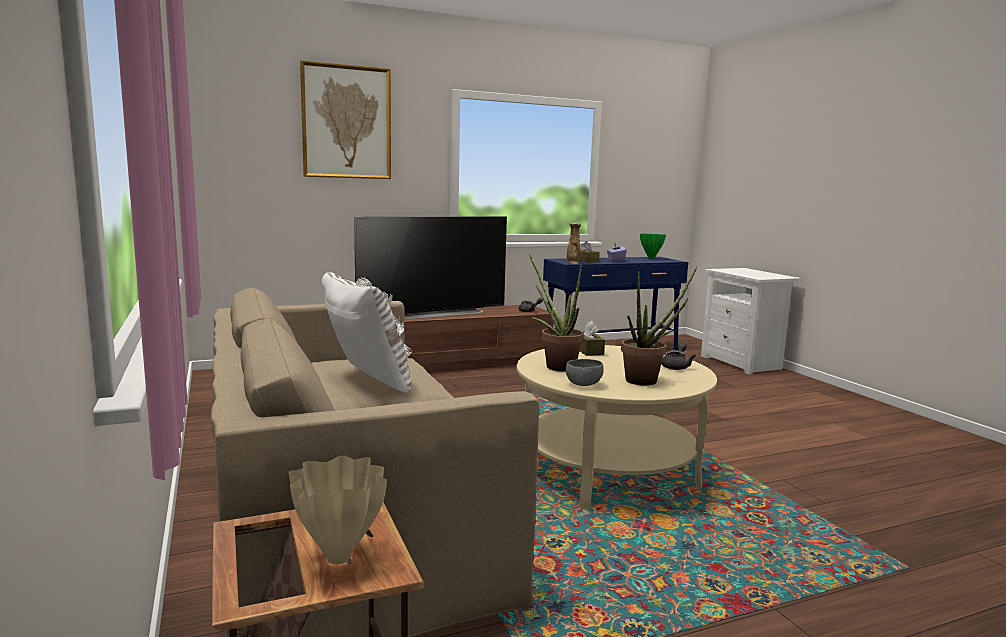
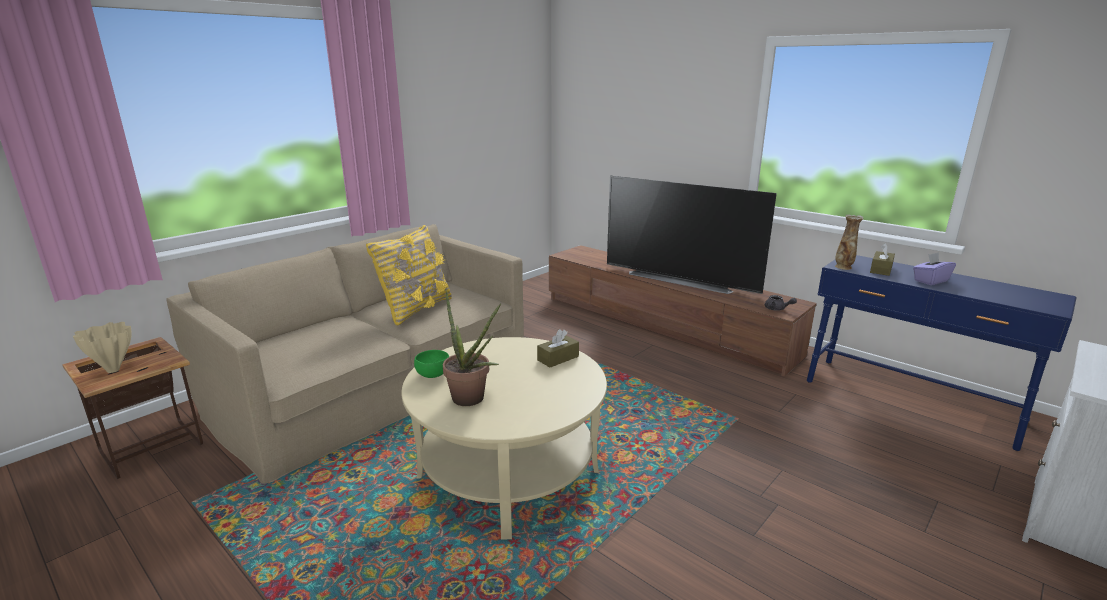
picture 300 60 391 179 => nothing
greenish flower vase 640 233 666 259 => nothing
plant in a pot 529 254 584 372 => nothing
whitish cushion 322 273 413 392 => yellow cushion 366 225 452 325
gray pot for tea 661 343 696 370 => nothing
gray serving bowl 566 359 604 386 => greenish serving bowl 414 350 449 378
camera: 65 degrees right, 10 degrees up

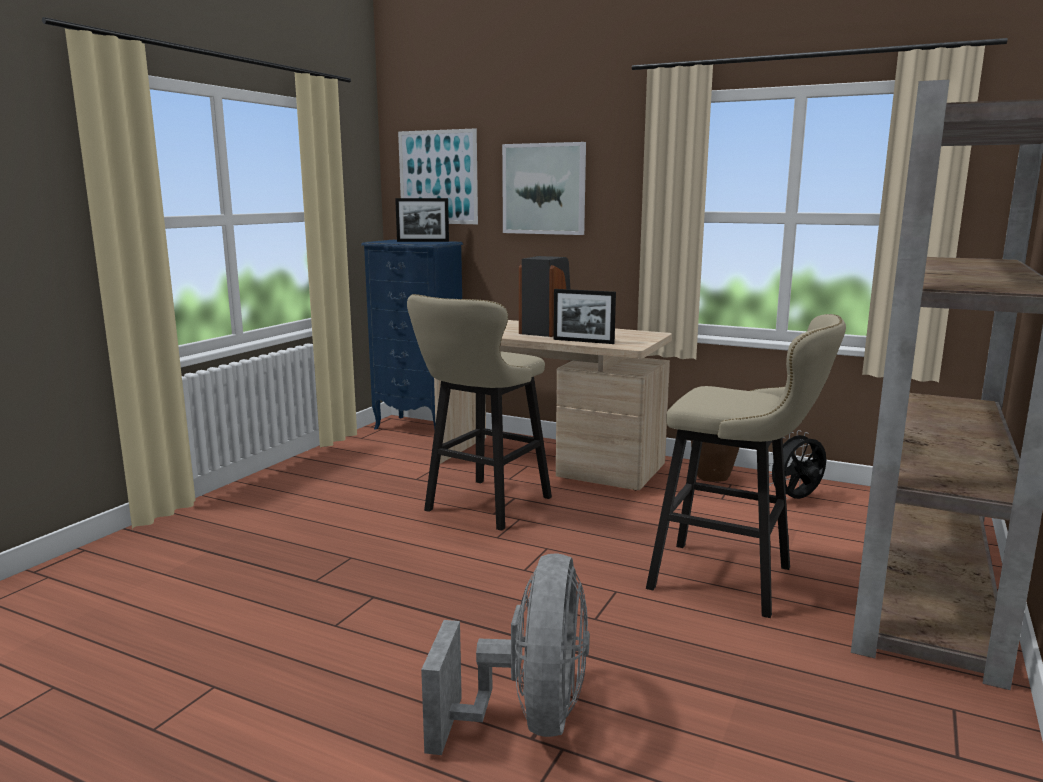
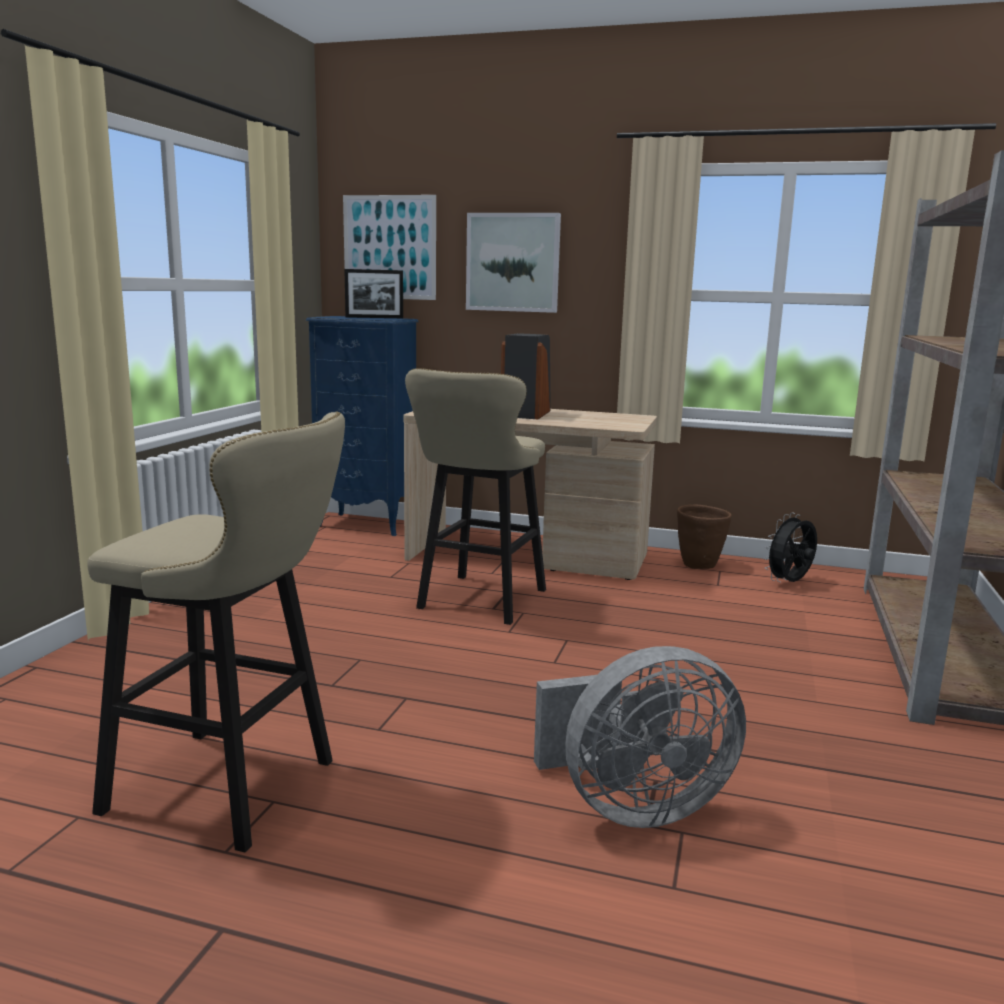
picture frame 553 289 616 344 => nothing
beige-coloured stool seat 646 314 846 618 => beige-coloured stool seat 87 412 345 853, moved
gray electric fan 421 553 590 755 => gray electric fan 534 646 746 828, 75 degrees clockwise
camera: 10 degrees left, 0 degrees up

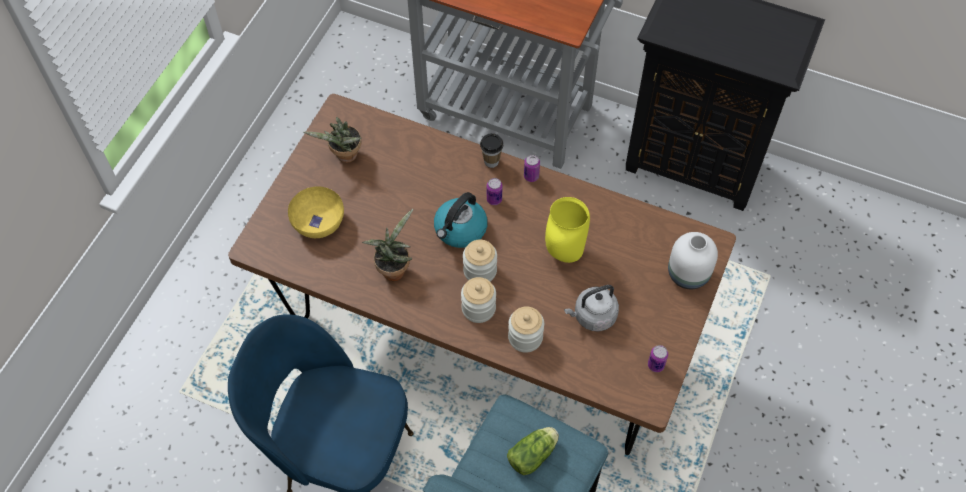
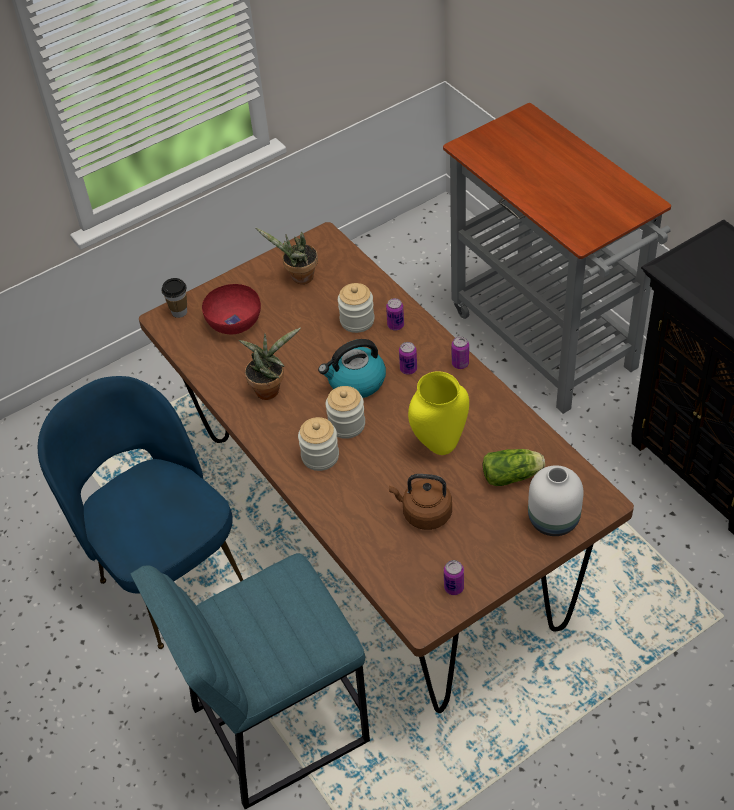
drinking cup 480 133 504 168 => drinking cup 162 278 187 318, moved
yellow serving bowl 288 186 344 238 => red serving bowl 202 284 261 334
gray water kettle 564 285 619 332 => brown water kettle 389 474 452 530
preserve jar 508 306 544 353 => preserve jar 338 283 375 333, moved
lettuce 507 427 559 475 => lettuce 483 449 545 486, moved
nothing => can 386 298 404 331
camera: 35 degrees right, 10 degrees down

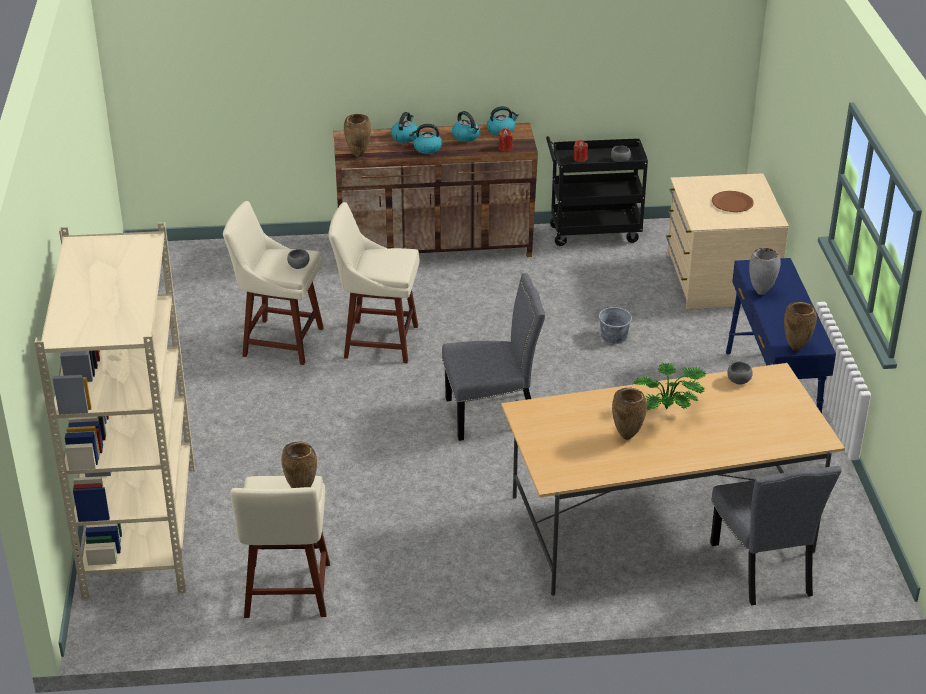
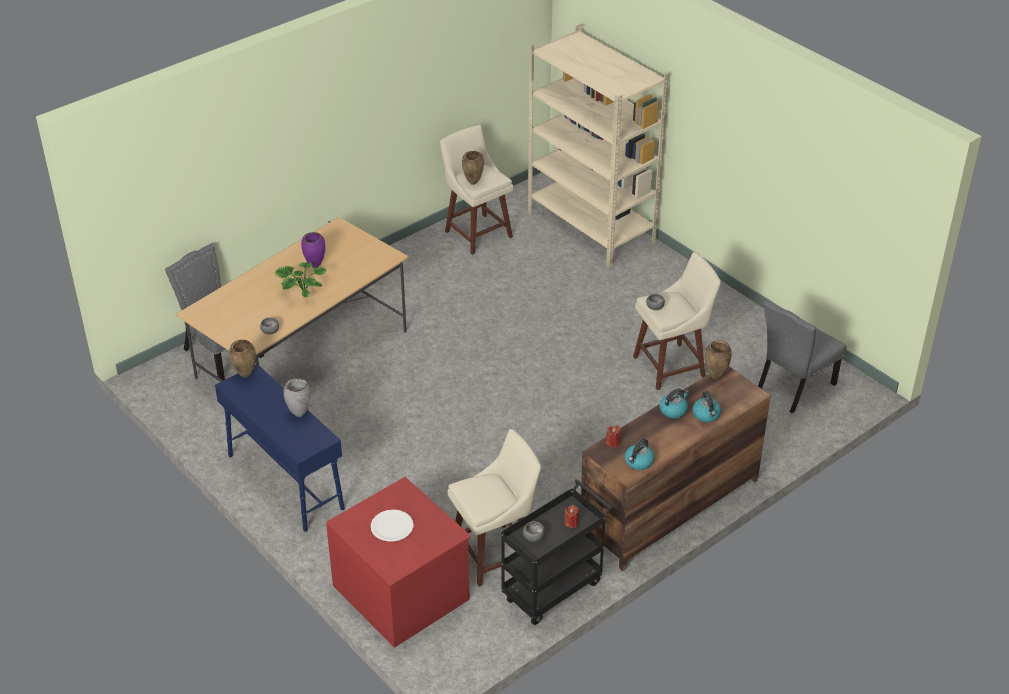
water kettle 452 111 480 142 => nothing
beige-coloured dresser 666 173 789 309 => red dresser 326 477 471 648
brown flat dish 712 191 754 212 => whitish flat dish 371 510 414 542
beige-coloured stool seat 328 202 420 364 => beige-coloured stool seat 448 429 541 587, moved
gray chair 442 273 545 441 => gray chair 758 301 847 413, moved
gray pail 599 302 632 344 => nothing
brown flower vase 612 388 647 440 => purple flower vase 301 232 325 268
camera: 145 degrees right, 5 degrees up

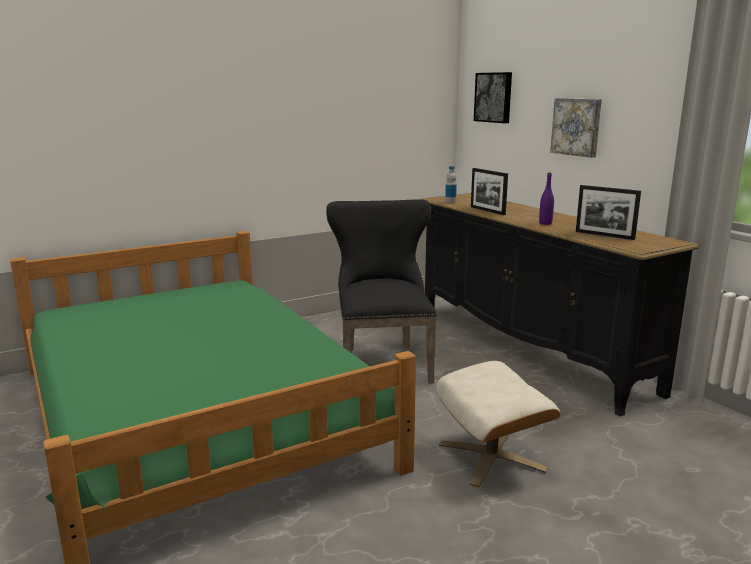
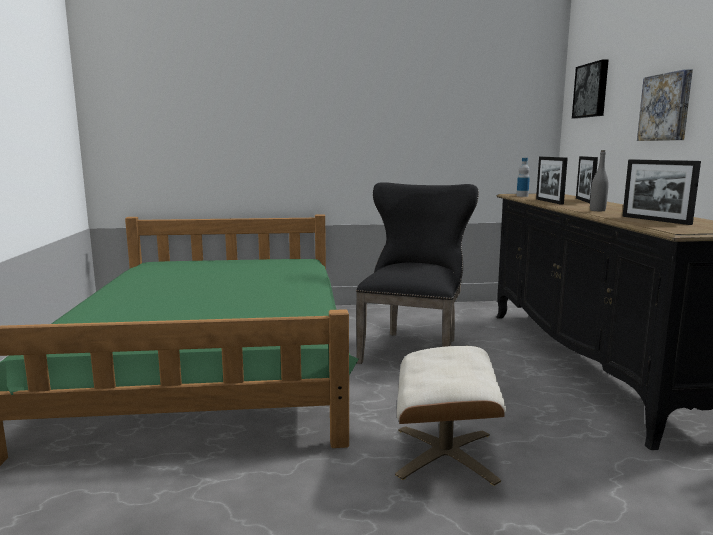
purple bottle 539 173 554 225 => gray bottle 590 150 609 211
nothing => picture frame 576 156 598 203
camera: 25 degrees right, 5 degrees down

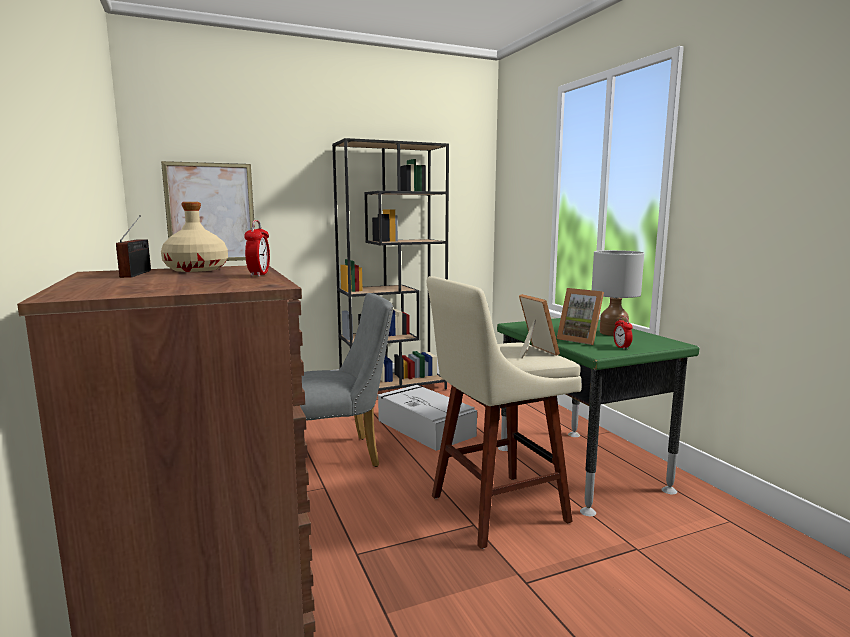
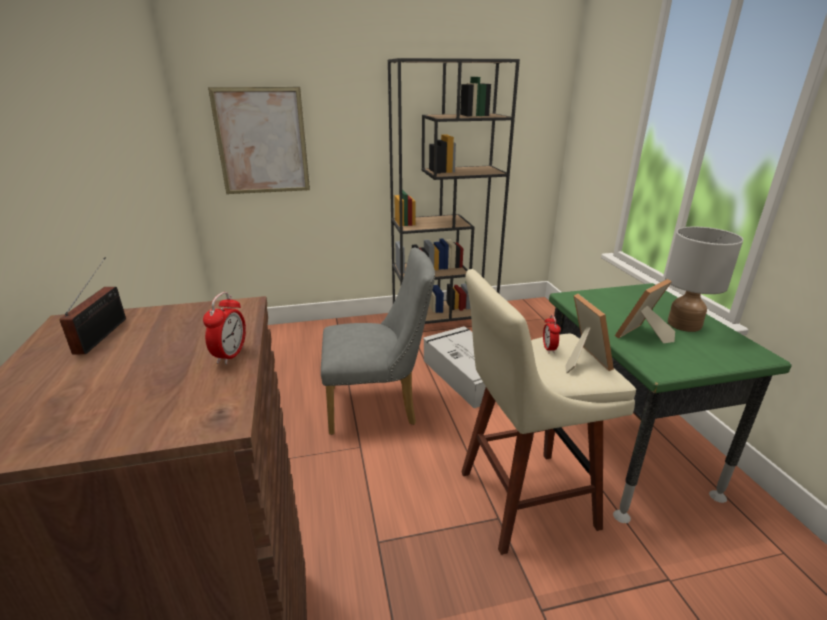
beige-coloured bottle 161 202 228 272 => nothing
picture frame 556 288 604 345 => picture frame 615 279 675 343, 90 degrees clockwise
bedside clock 613 316 633 349 => bedside clock 543 315 561 353, moved
camera: 10 degrees right, 15 degrees up

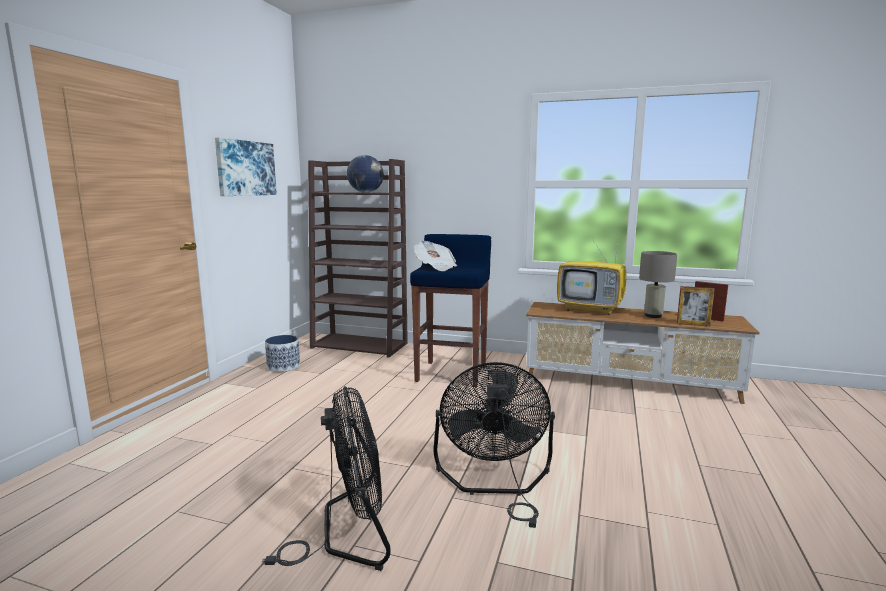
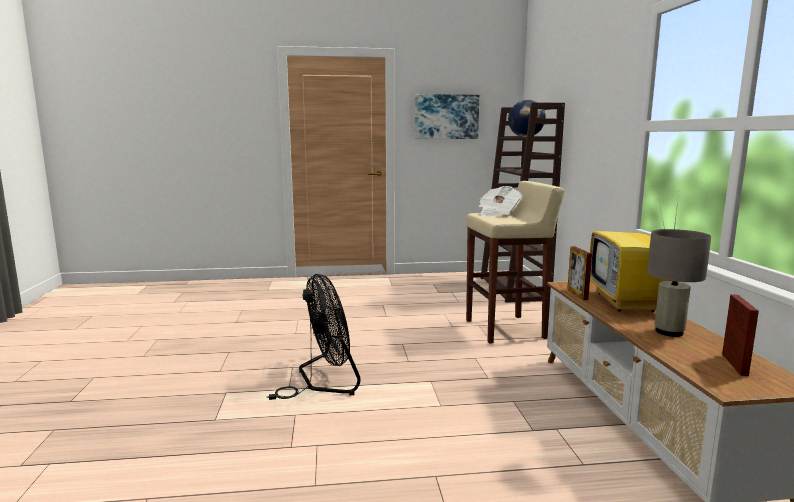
bluish stool seat 410 234 491 387 => beige-coloured stool seat 466 181 564 344
picture frame 677 286 715 327 => picture frame 567 246 592 300, moved
flower pot 265 335 300 372 => nothing
black electric fan 262 386 391 571 => nothing
camera: 65 degrees right, 0 degrees up

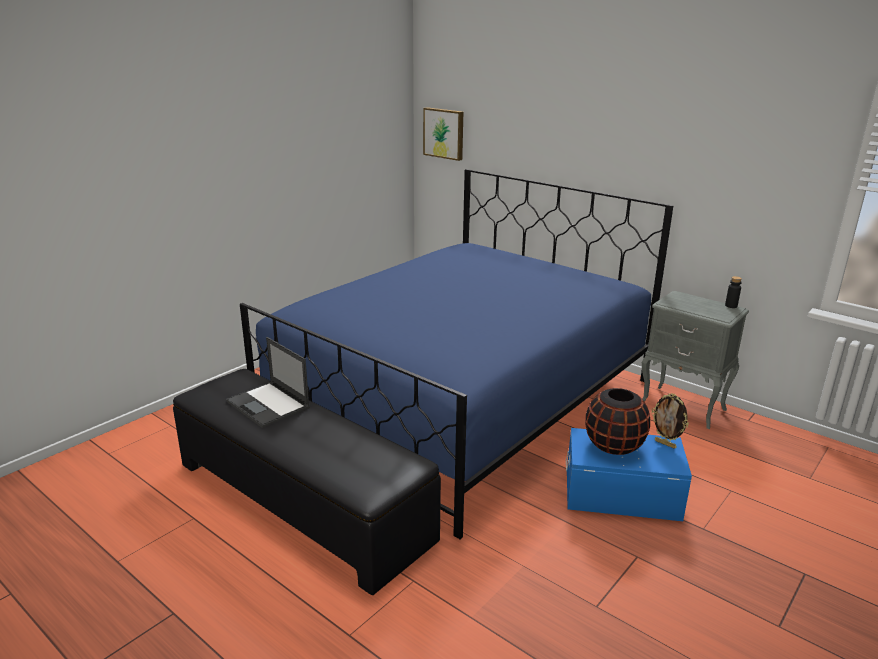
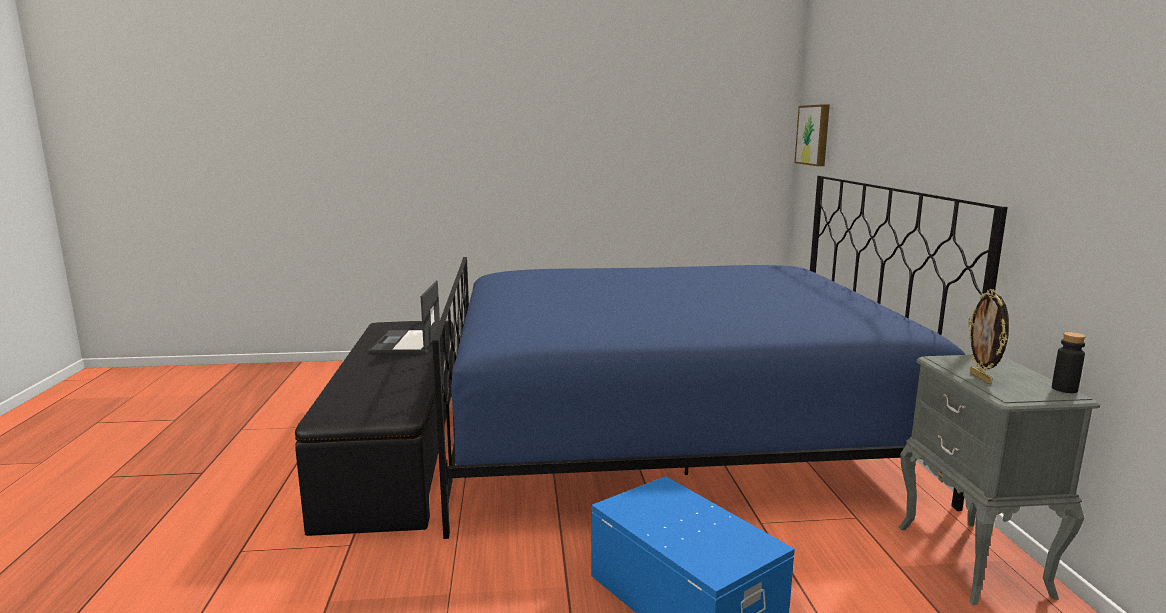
black flower vase 585 388 650 455 => nothing
picture frame 651 393 689 449 => picture frame 968 289 1009 384, moved
camera: 45 degrees right, 10 degrees down

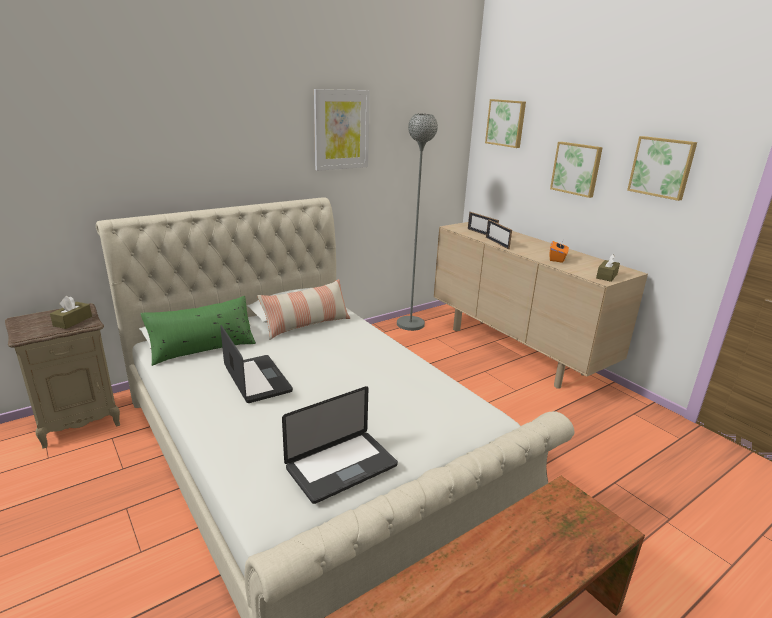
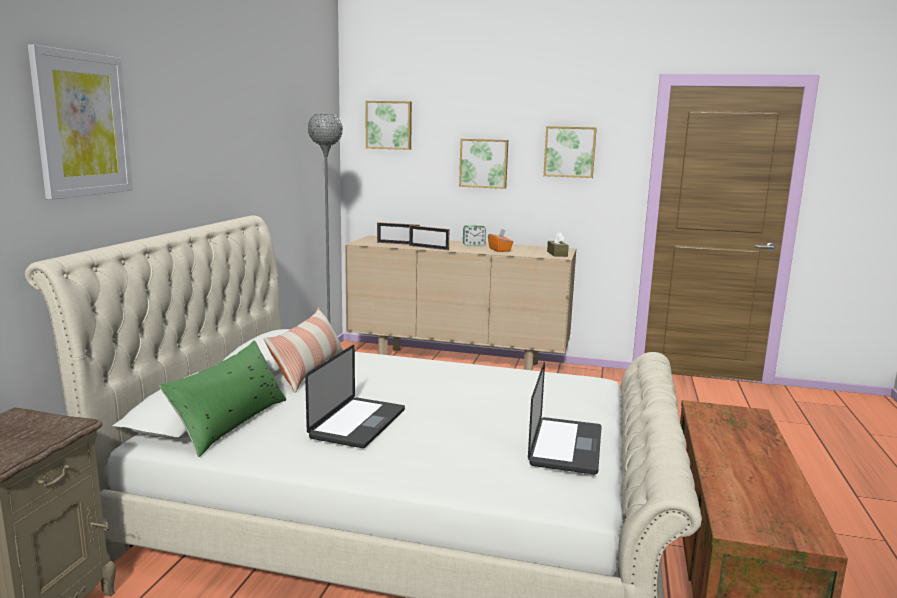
picture 314 89 370 171 => picture 28 44 133 200, moved
brown tissue holder 50 296 92 329 => nothing
laptop 220 325 293 403 => laptop 305 345 405 448, 90 degrees clockwise
nothing => bedside clock 463 225 486 246
camera: 40 degrees left, 10 degrees down

